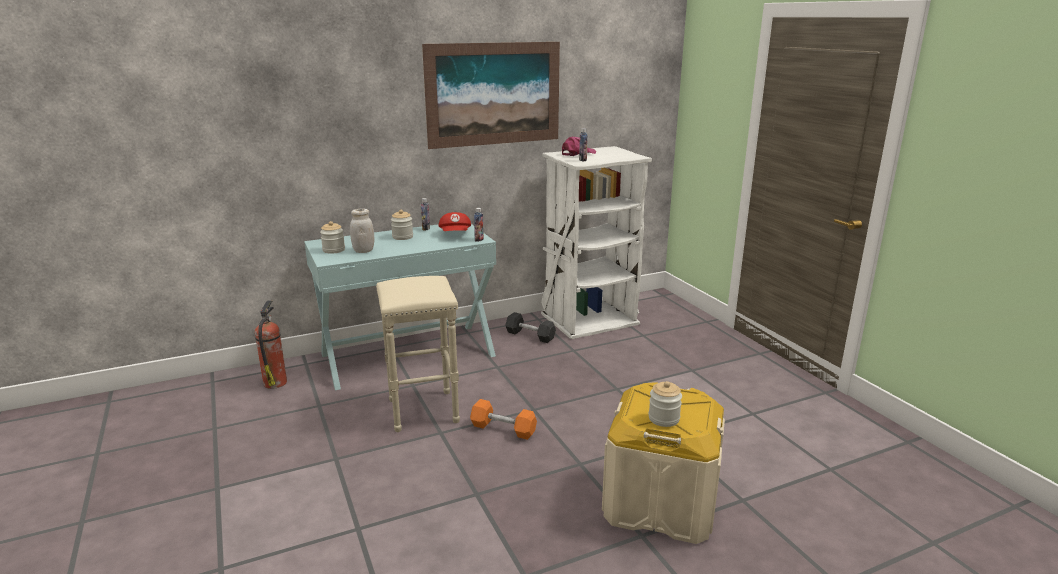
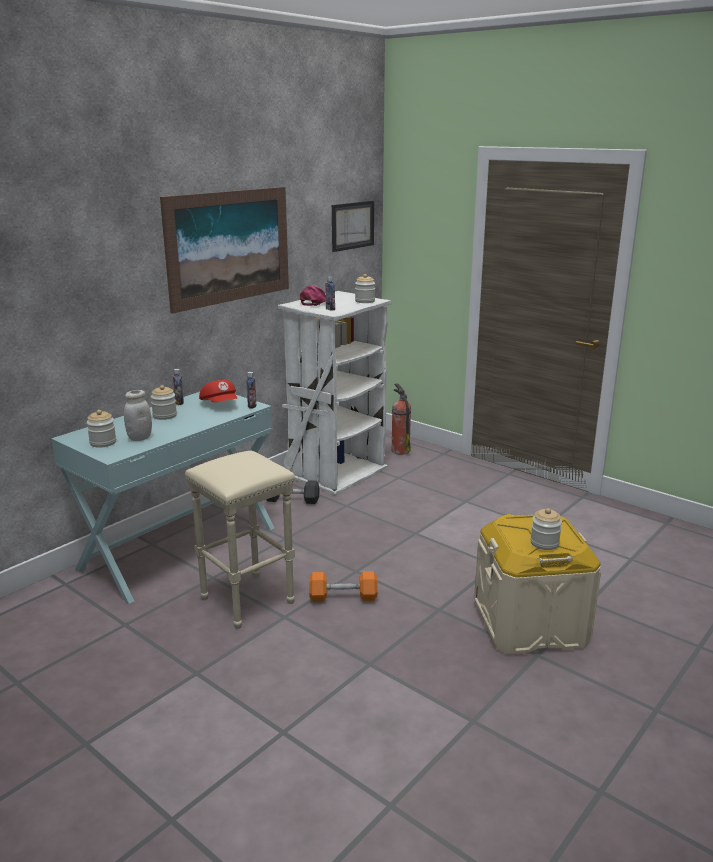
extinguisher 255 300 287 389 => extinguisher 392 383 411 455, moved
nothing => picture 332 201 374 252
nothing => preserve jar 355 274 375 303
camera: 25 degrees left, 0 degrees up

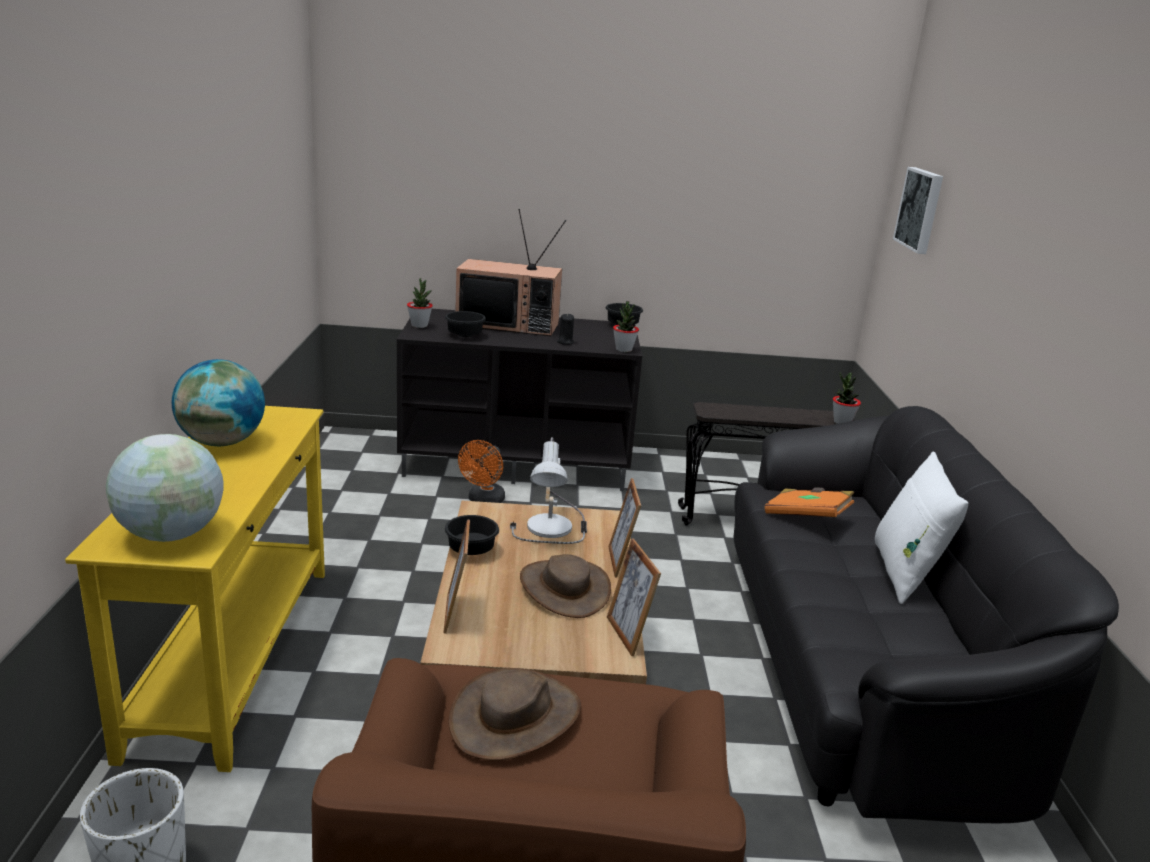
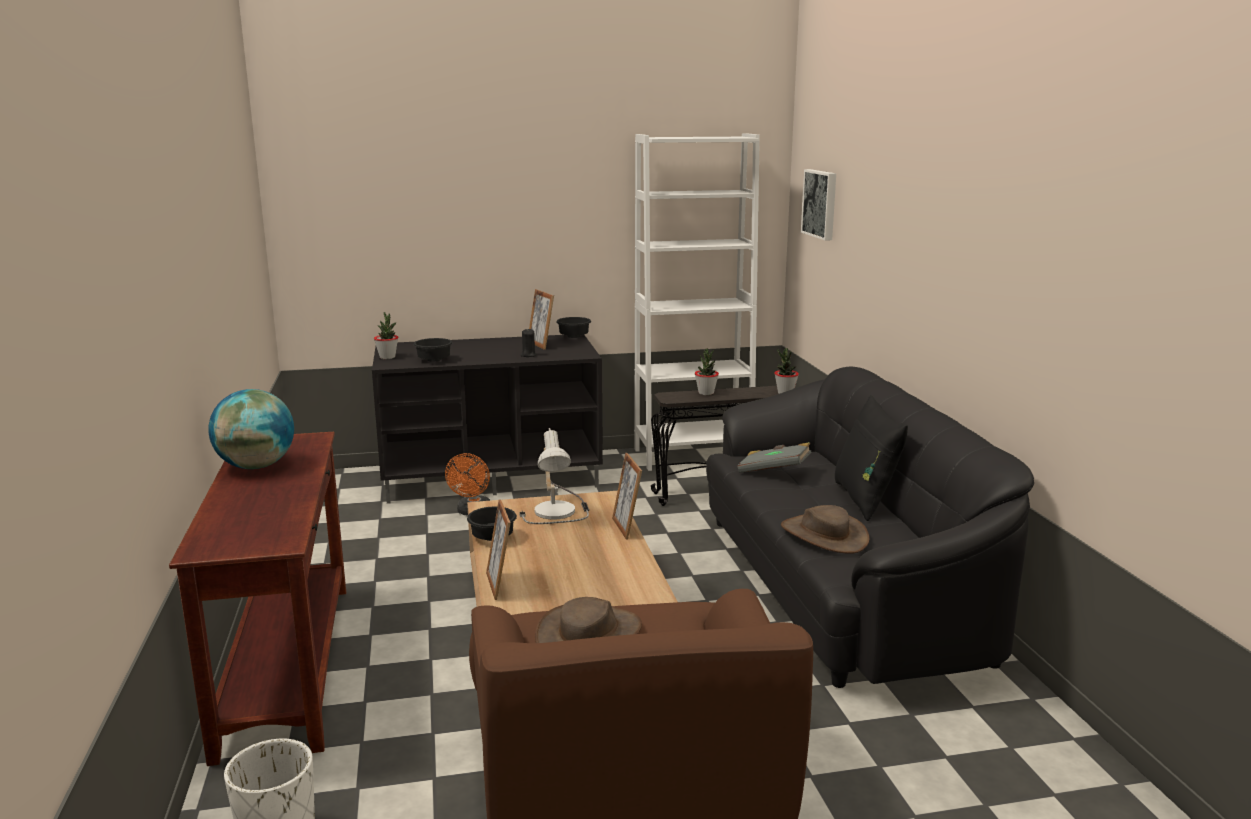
TV set 455 209 566 336 => nothing
plant in a pot 613 301 639 352 => plant in a pot 695 348 719 395, moved
yellow hall table 65 406 325 772 => brown hall table 169 432 346 766
globe 106 434 224 542 => nothing
whitish cushion 875 452 968 604 => black cushion 835 395 908 521
orange bound book 765 488 854 517 => gray bound book 738 442 811 473
picture frame 607 538 661 656 => picture frame 529 289 554 350, moved
brown clothing hat 520 554 611 618 => brown clothing hat 781 505 870 553, moved
nothing => whitish bookcase 634 133 760 471
camera: 10 degrees left, 5 degrees down

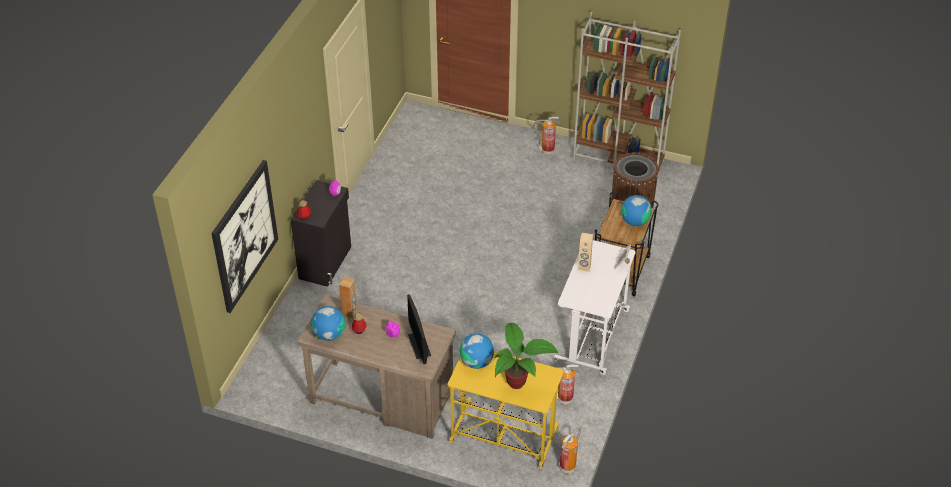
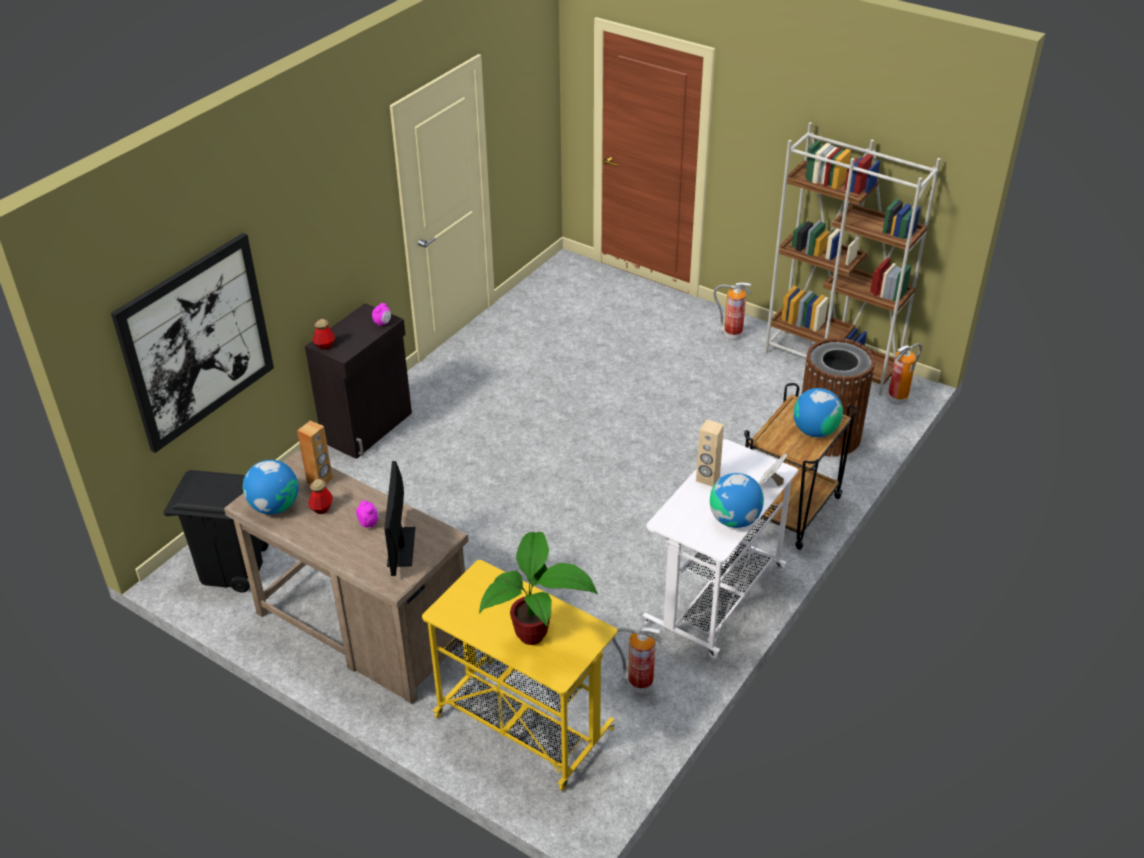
globe 460 334 494 369 => globe 710 473 764 528, moved
extinguisher 559 427 581 474 => extinguisher 887 343 922 405, moved
nothing => black rubbish bin 163 470 269 593
camera: 15 degrees right, 5 degrees down

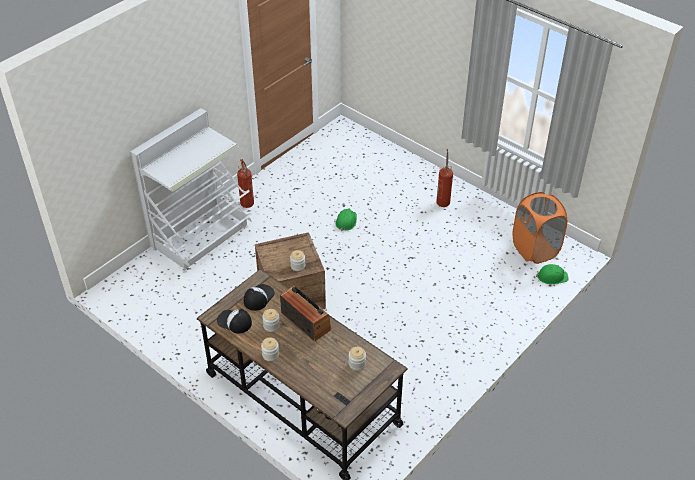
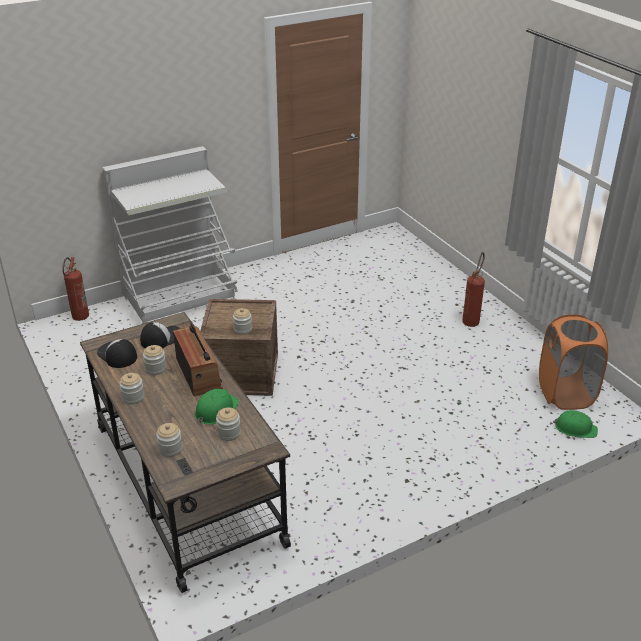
extinguisher 237 159 254 208 => extinguisher 62 257 89 321, moved
greenish work helmet 336 208 357 231 => greenish work helmet 195 389 239 425, moved
nothing => preserve jar 156 423 182 457
camera: 20 degrees right, 10 degrees down

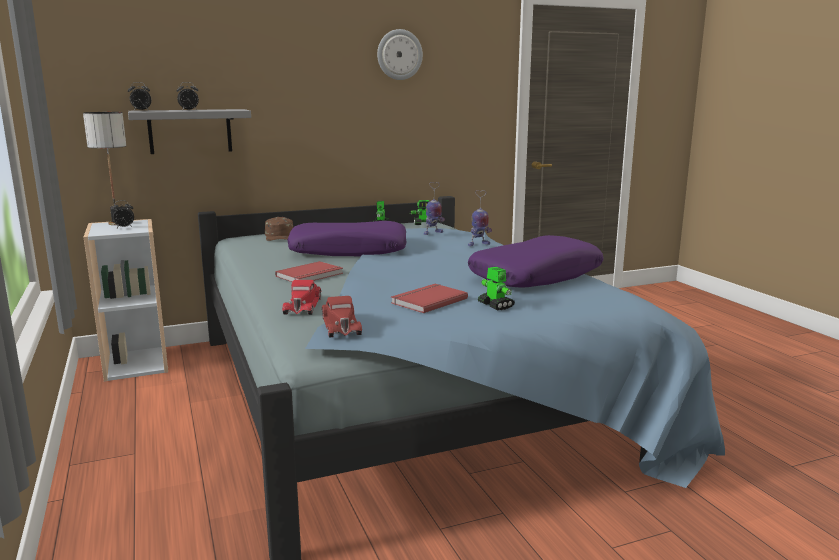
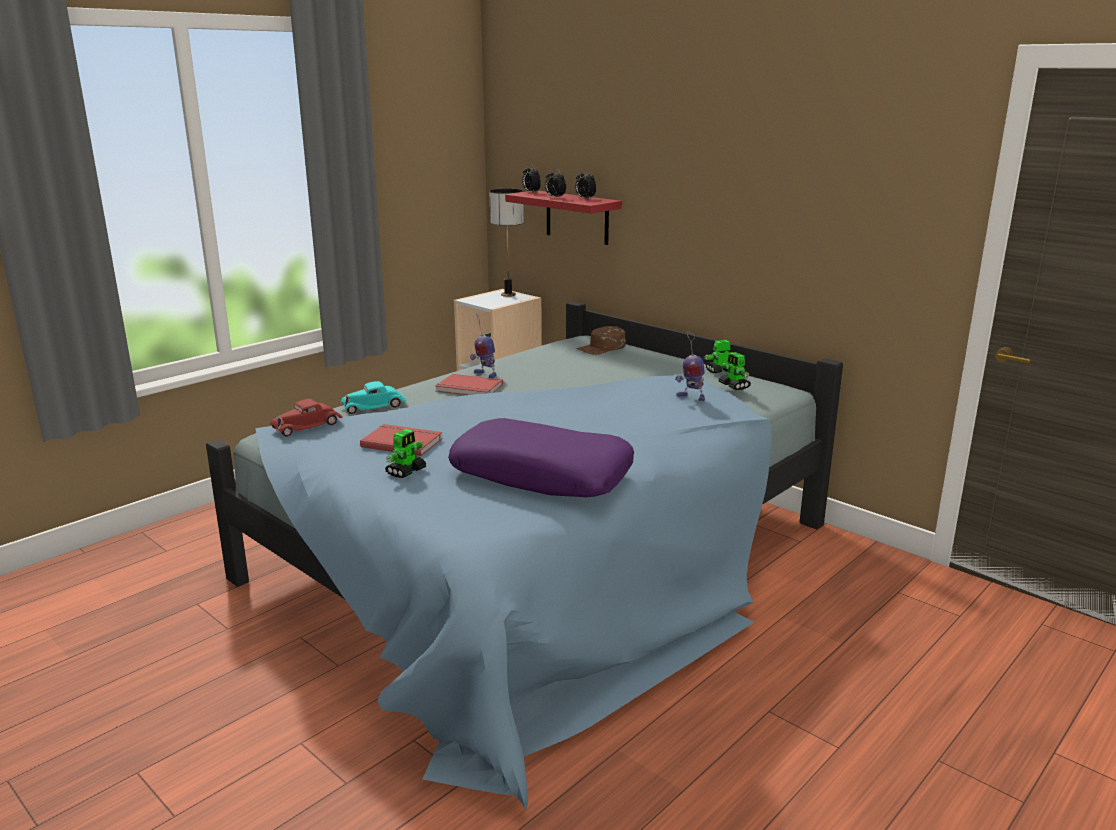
clock on the wall 377 29 423 80 => nothing
gray bracket shelf 128 109 251 154 => red bracket shelf 505 191 622 245
toy robot 468 190 492 246 => toy robot 470 314 496 378, moved
bedside clock 110 200 134 228 => bedside clock 575 169 597 198, moved
purple cushion 287 221 407 256 => nothing
red model car 282 280 322 315 => turquoise model car 340 381 407 414
camera: 65 degrees right, 5 degrees up

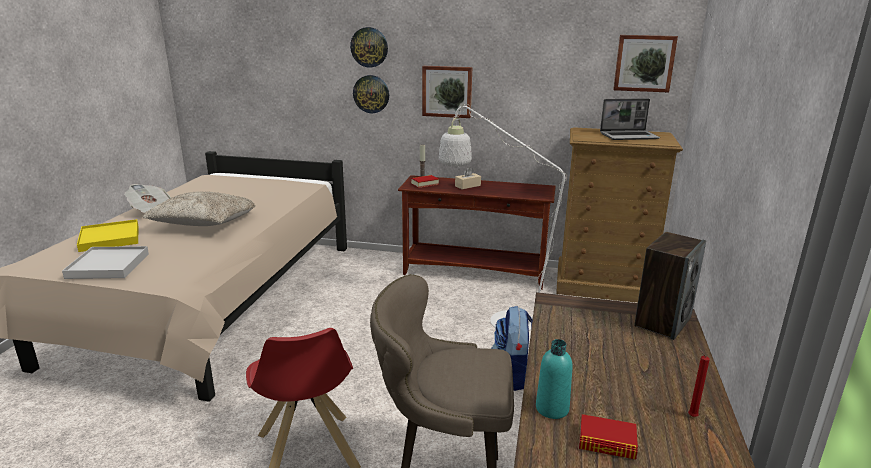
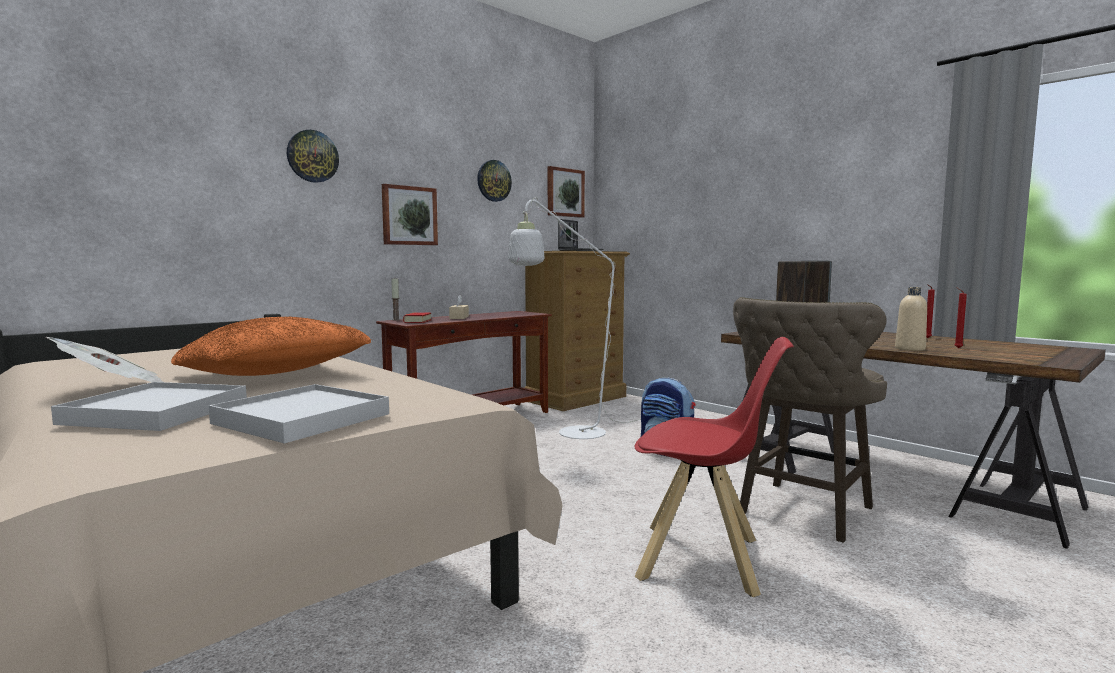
clock on the wall 353 75 389 113 => clock on the wall 477 160 512 202, moved
beige-coloured cushion 143 191 255 226 => orange cushion 171 316 371 376
yellow tray 77 219 139 252 => whitish tray 51 382 247 431
turquoise bottle 536 339 572 419 => beige-coloured bottle 895 287 927 351
bound book 579 414 638 460 => red candle 955 287 967 348
camera: 55 degrees left, 15 degrees down

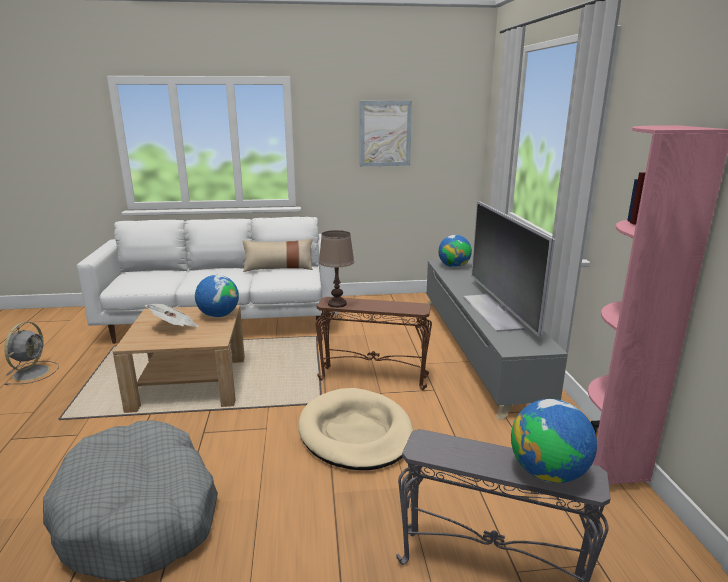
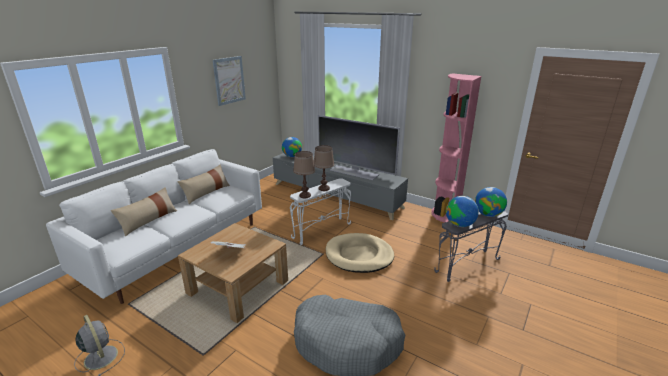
globe 195 275 239 317 => globe 446 196 479 227, moved
brown accent table 315 297 432 390 => whitish accent table 290 178 351 245
nothing => brown lamp for a table 314 145 334 191
nothing => beige-coloured cushion 111 187 177 236
camera: 50 degrees left, 5 degrees up

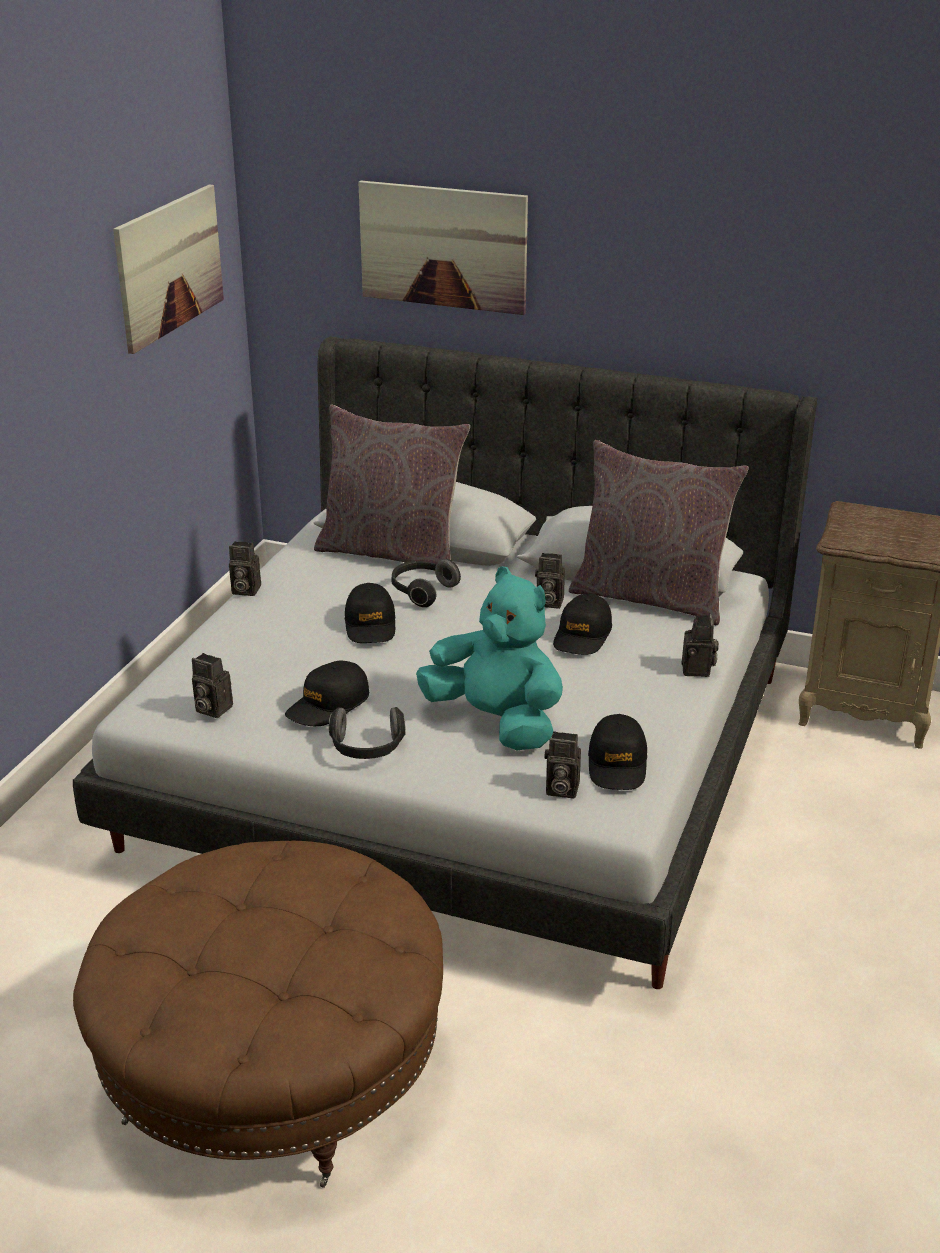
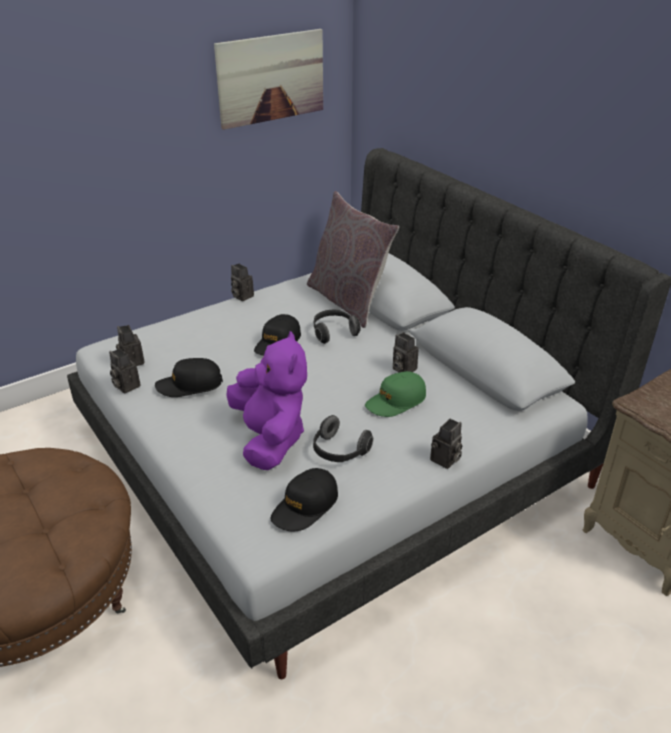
picture 358 180 528 315 => nothing
gray cushion 569 440 748 625 => nothing
turquoise plush toy 416 566 563 750 => purple plush toy 226 331 307 470
black baseball cap 553 594 612 655 => greenish baseball cap 365 371 426 417
headphones 329 707 406 759 => headphones 313 415 373 462, moved
still camera 544 731 581 799 => still camera 109 348 140 394, moved
camera: 35 degrees right, 5 degrees up

